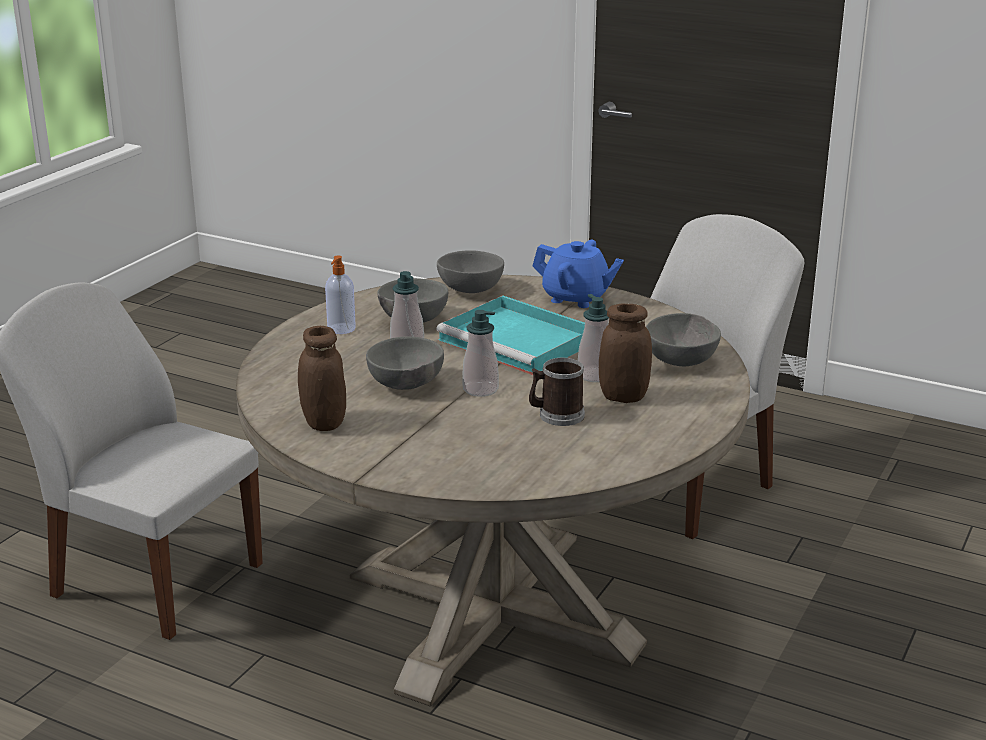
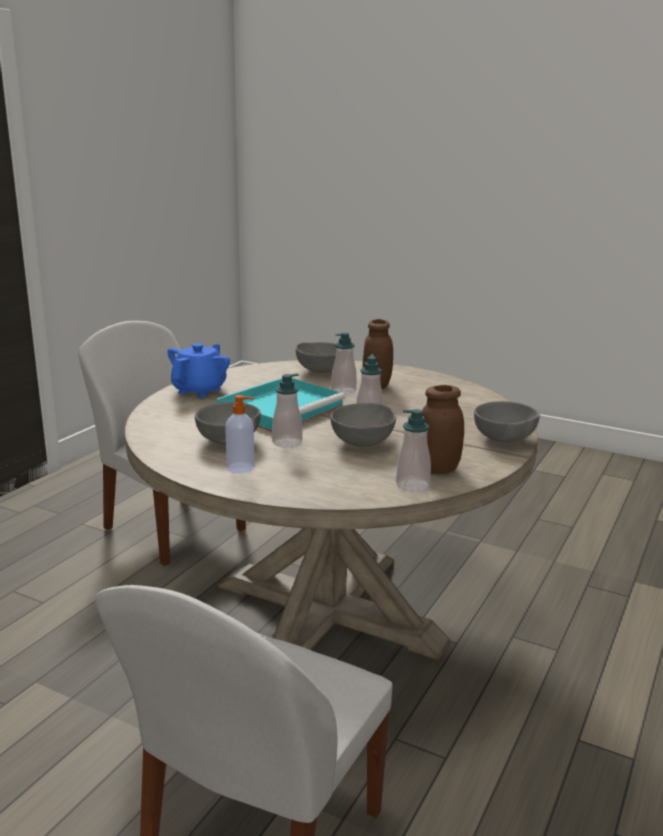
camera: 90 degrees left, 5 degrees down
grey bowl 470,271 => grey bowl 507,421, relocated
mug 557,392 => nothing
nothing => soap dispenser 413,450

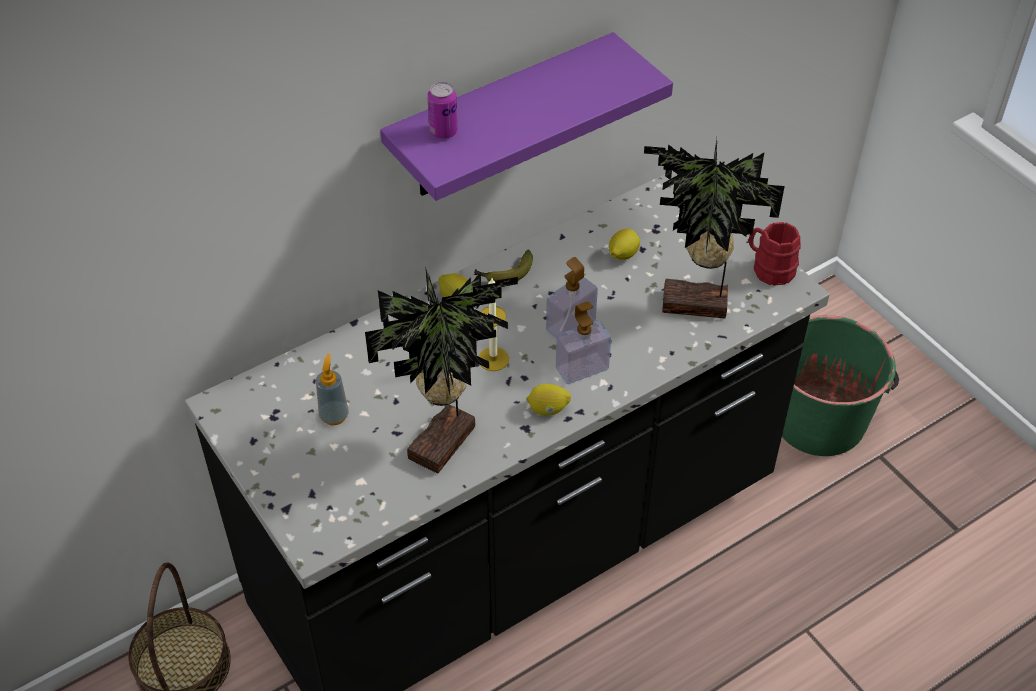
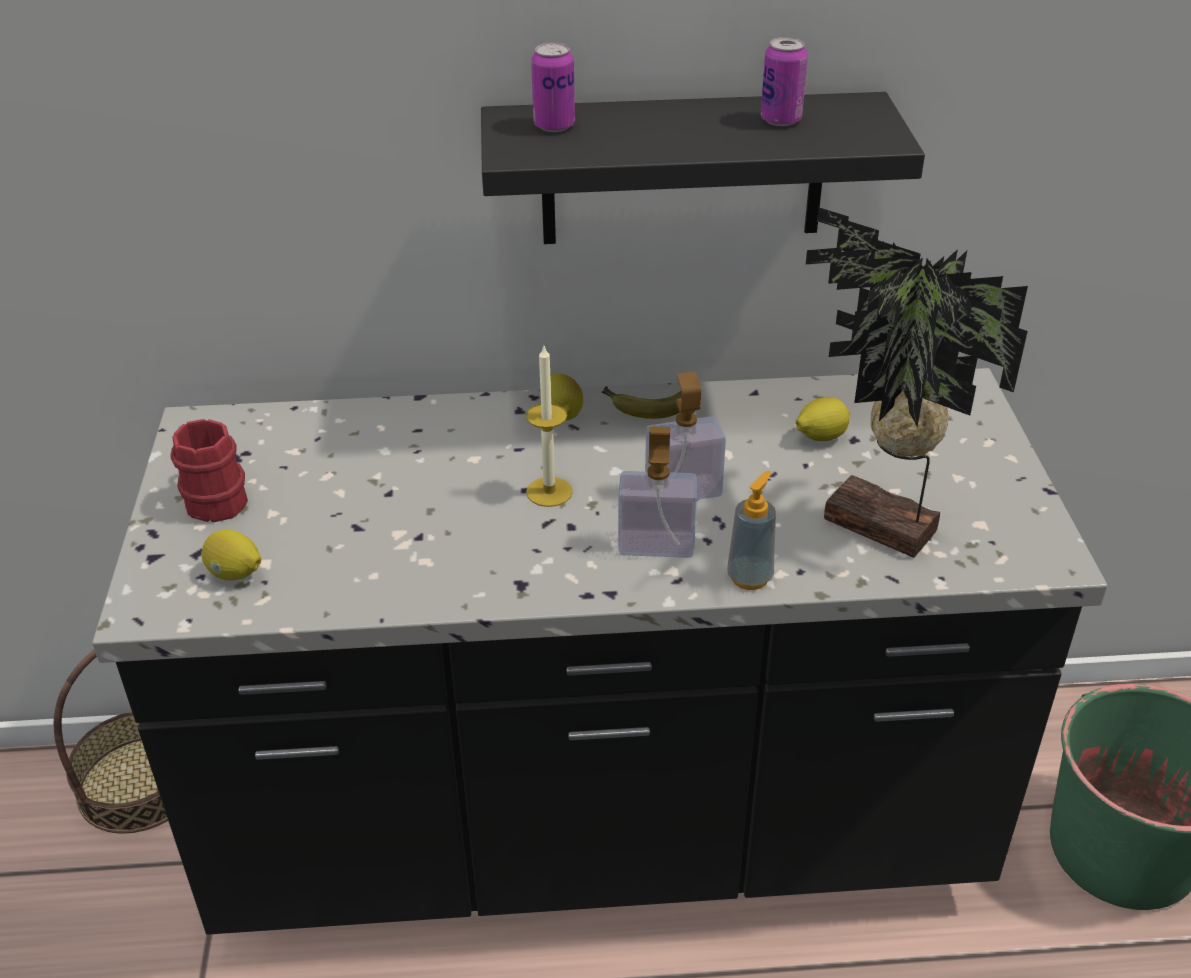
camera: 30 degrees right, 10 degrees down
purple shelf 526,116 => black shelf 703,168
red mug 775,254 => red mug 209,470, relocated
potted plant 441,370 => nothing
soap dispenser 332,389 => soap dispenser 751,530, relocated
lemon 549,400 => lemon 231,555, relocated
nothing => can 784,81

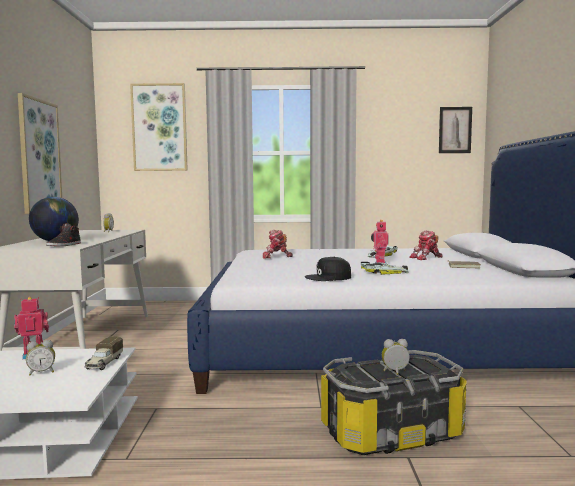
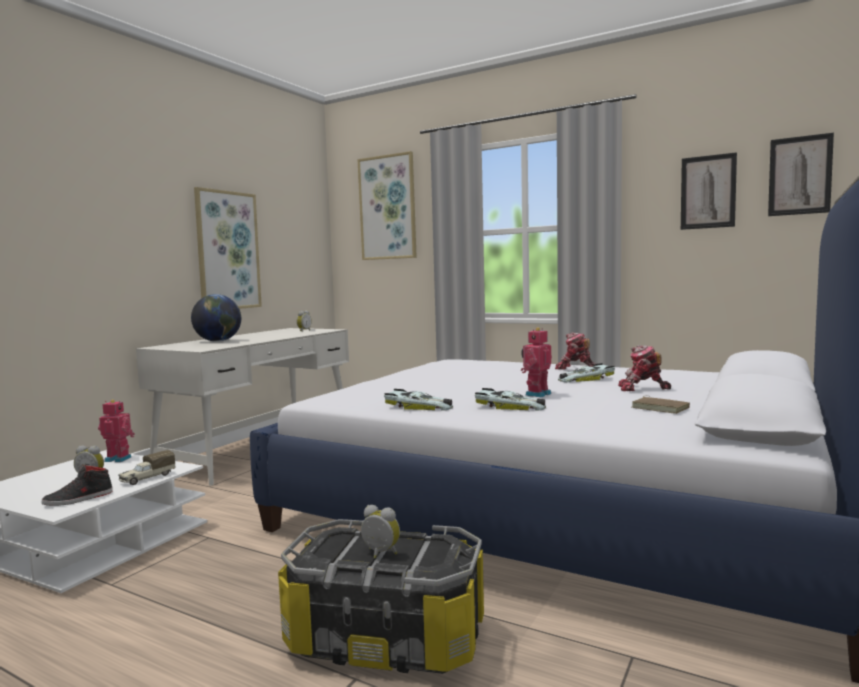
camera: 30 degrees right, 0 degrees up
black shoe 63,234 => black shoe 76,485, relocated
toy robot 278,244 => toy robot 575,351, relocated
black cap 328,269 => toy car 418,400
nothing => picture 709,191

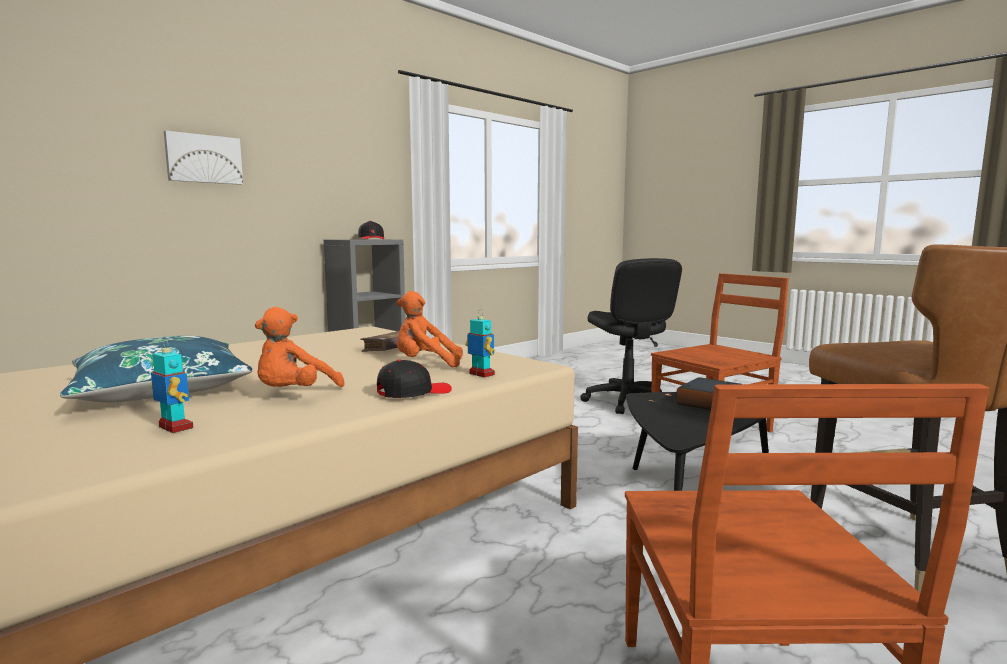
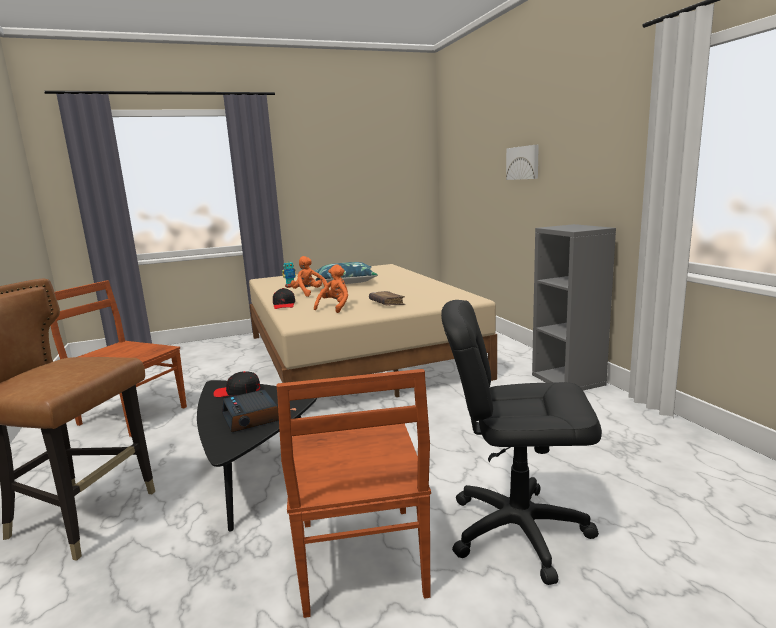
camera: 115 degrees right, 5 degrees up
black cap 371,230 => black cap 236,384, relocated
toy robot 480,343 => nothing

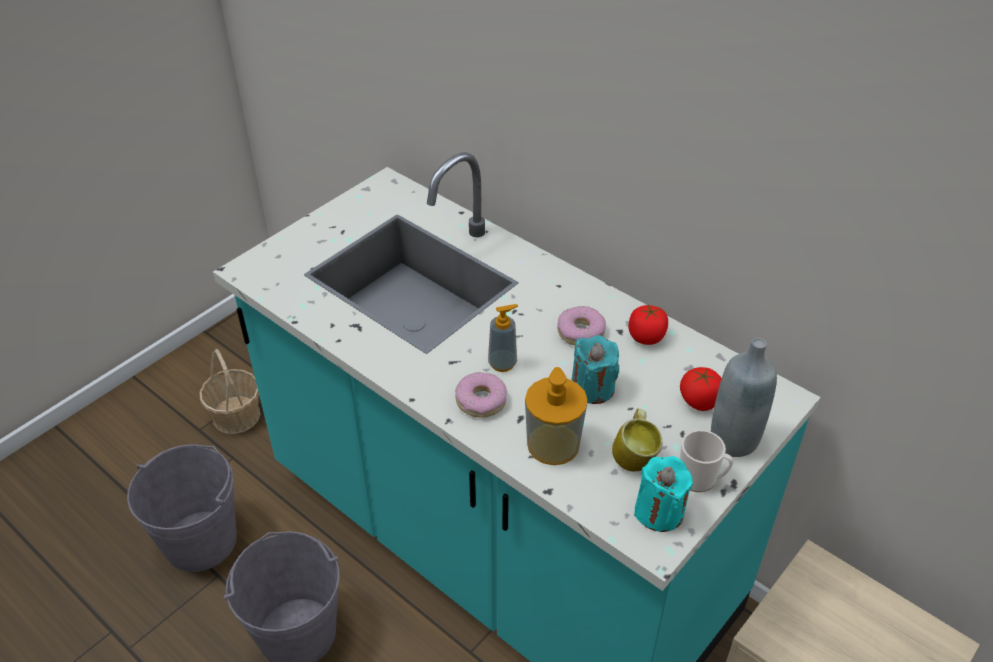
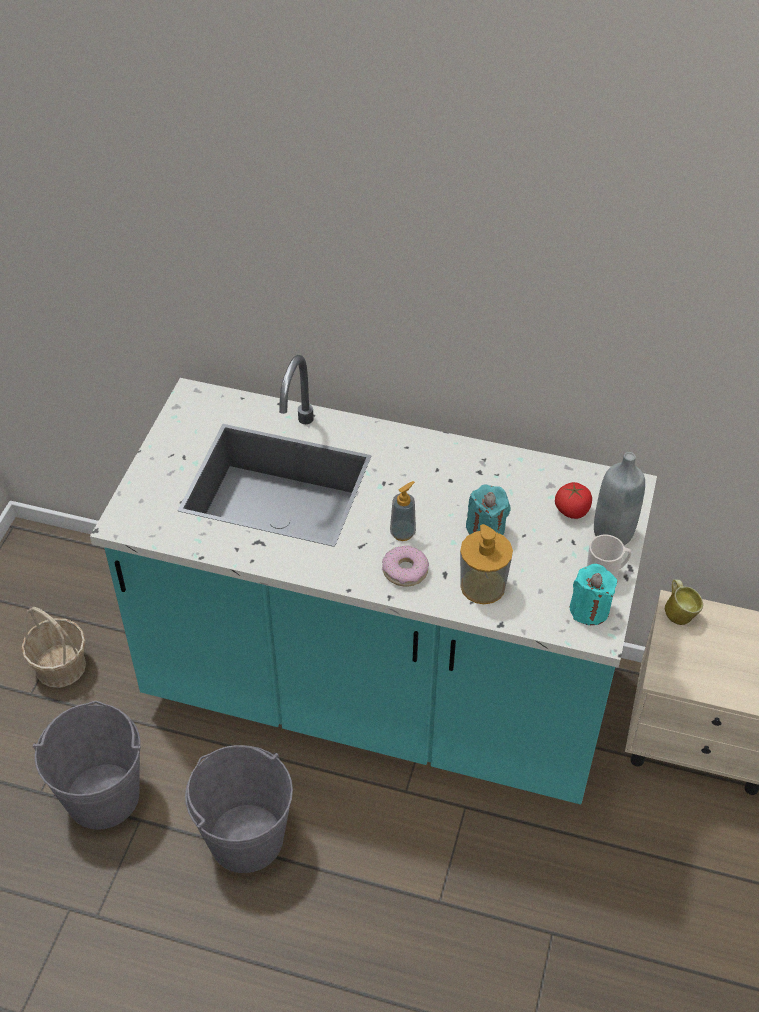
camera: 25 degrees left, 5 degrees up
tomato 648,325 => nothing
donut 581,325 => nothing
mug 637,440 => mug 684,602, relocated

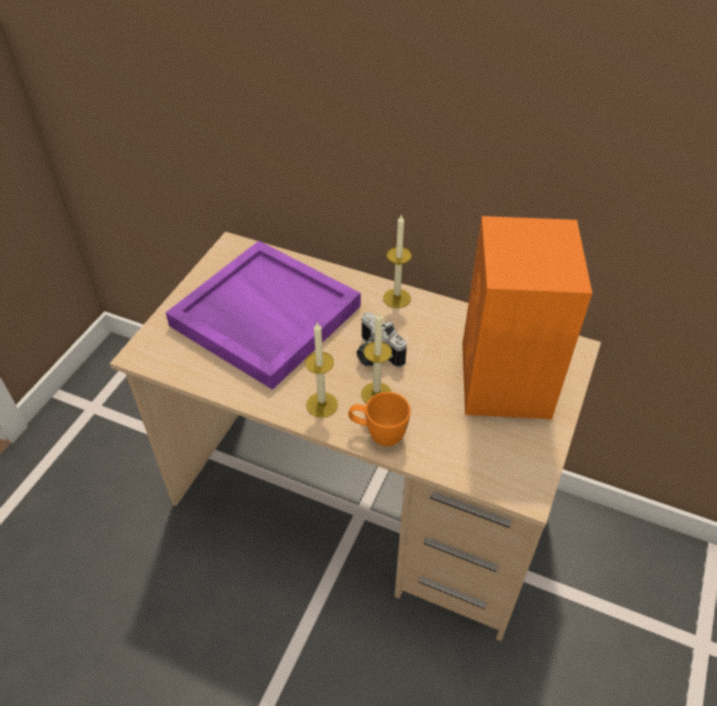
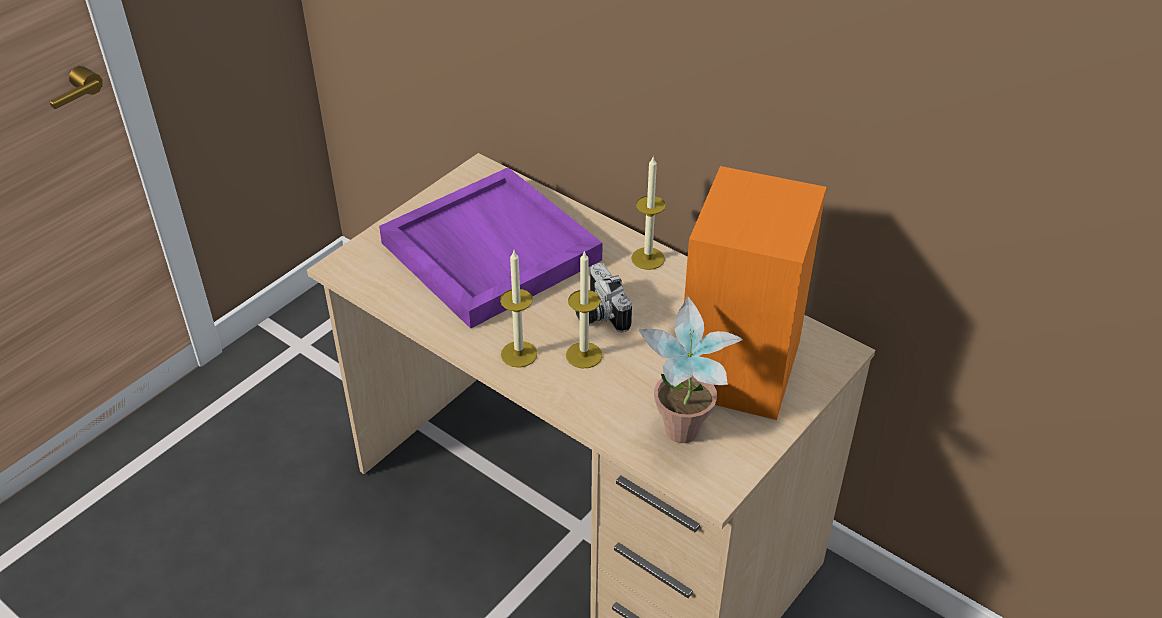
camera: 15 degrees right, 5 degrees down
orange mug 379,419 => nothing
nothing => potted plant 690,369

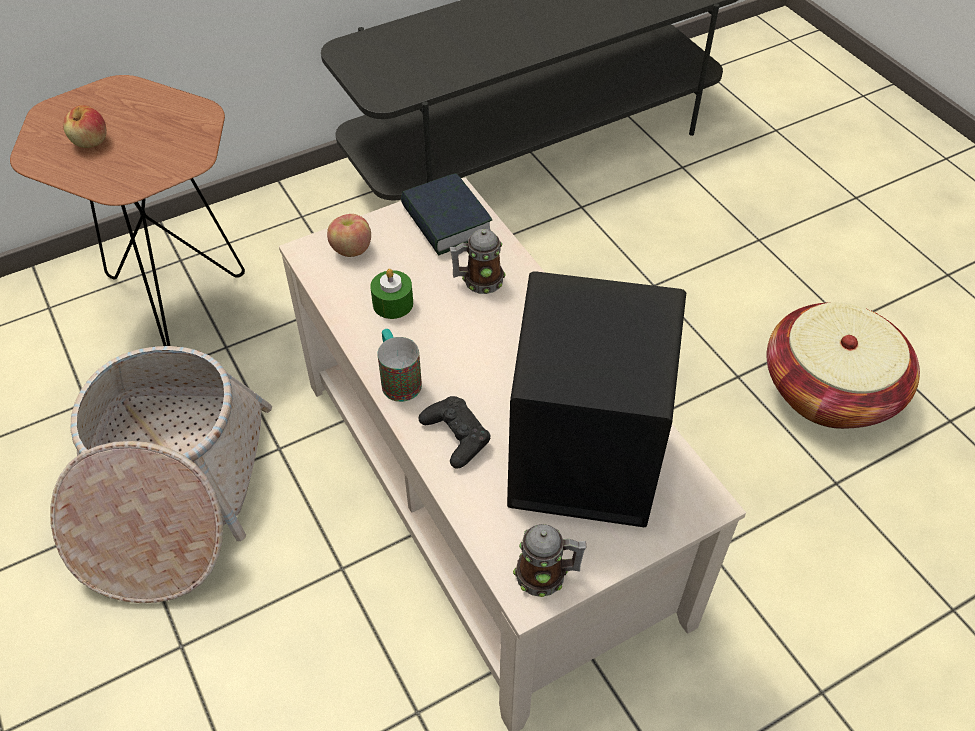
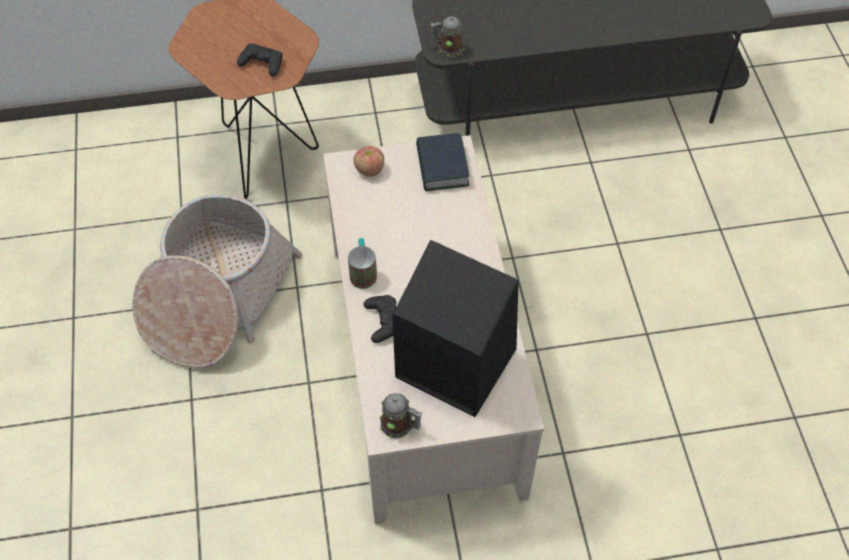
camera: 20 degrees right, 5 degrees up
apple 85,126 => nothing
mug 477,261 => mug 447,37, relocated
green candle 391,294 => nothing
basket 843,365 => nothing
nothing => black game controller 259,59

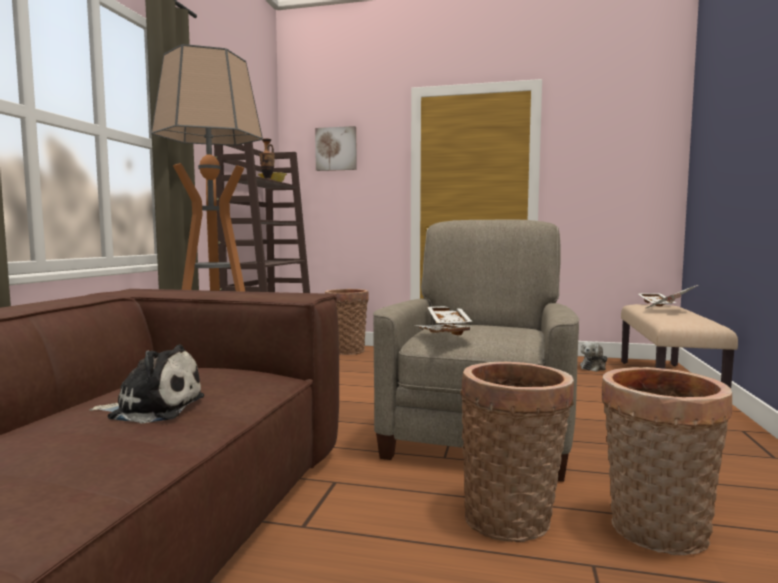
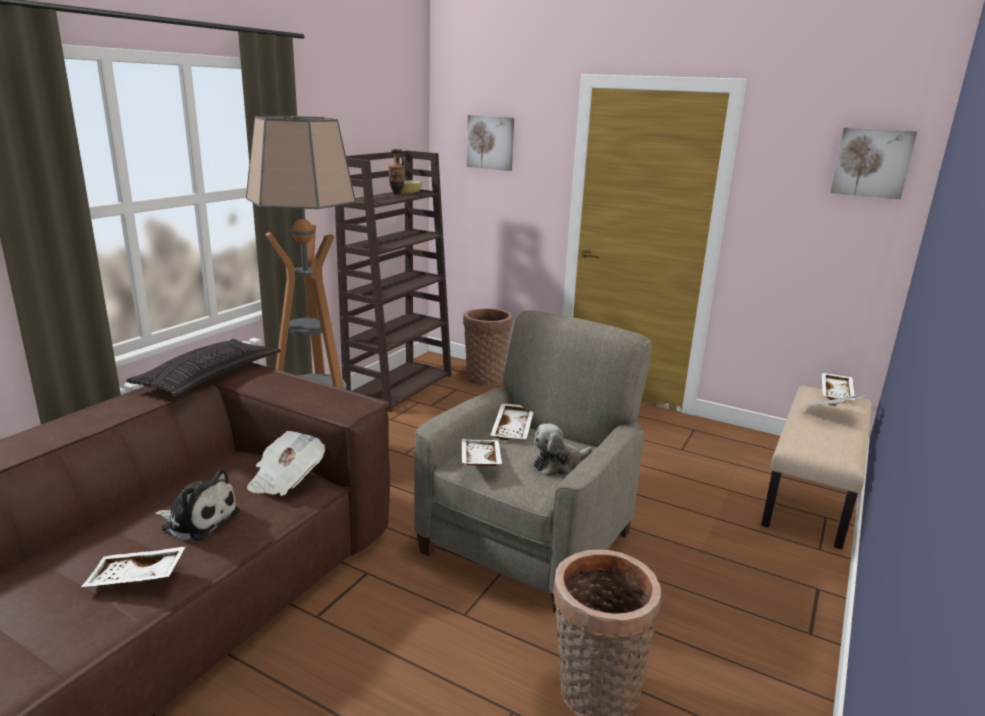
camera: 15 degrees right, 15 degrees up
plush toy 593,356 => plush toy 563,450, relocated
basket 517,452 => nothing
nothing => picture 873,163
nothing => pillow 203,368
nothing => newspaper 286,463
nothing => white tray 133,566

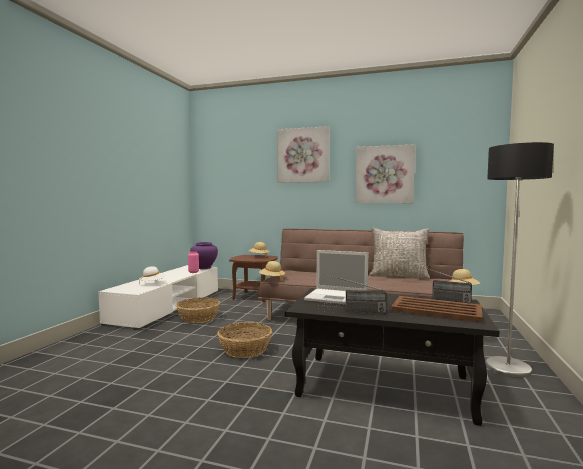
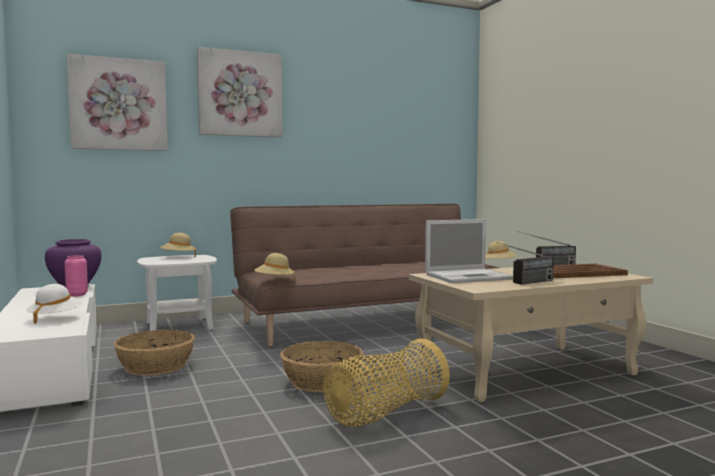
camera: 40 degrees left, 0 degrees up
floor lamp 519,260 => nothing
picture 385,173 => picture 117,102, relocated
grey pillow 399,253 => nothing
brown side table 253,279 => white side table 177,293
black coffee table 392,357 => beige coffee table 531,334
nothing => basket 386,383

